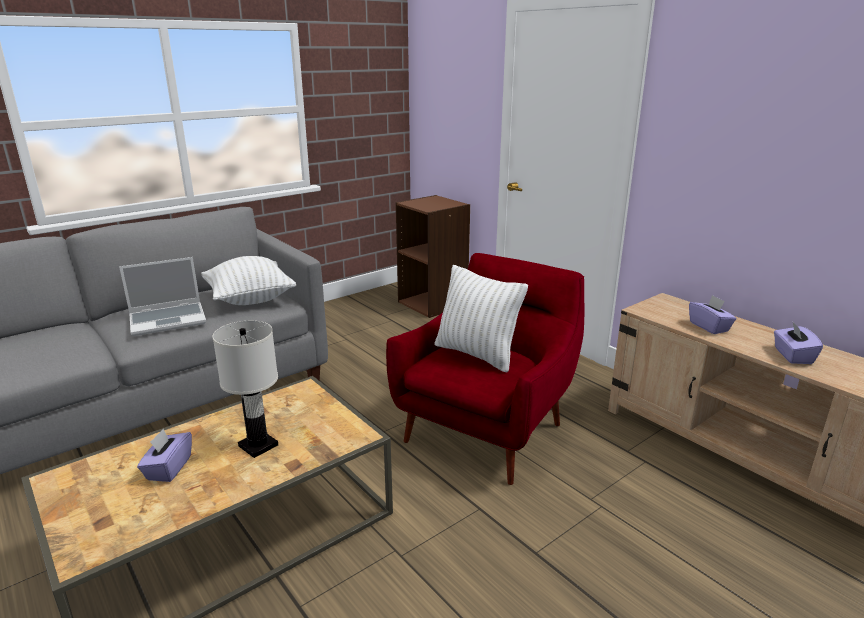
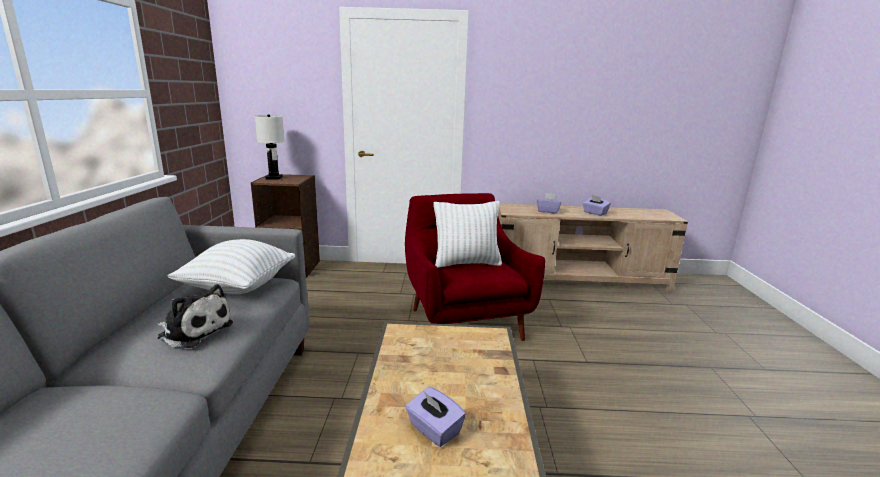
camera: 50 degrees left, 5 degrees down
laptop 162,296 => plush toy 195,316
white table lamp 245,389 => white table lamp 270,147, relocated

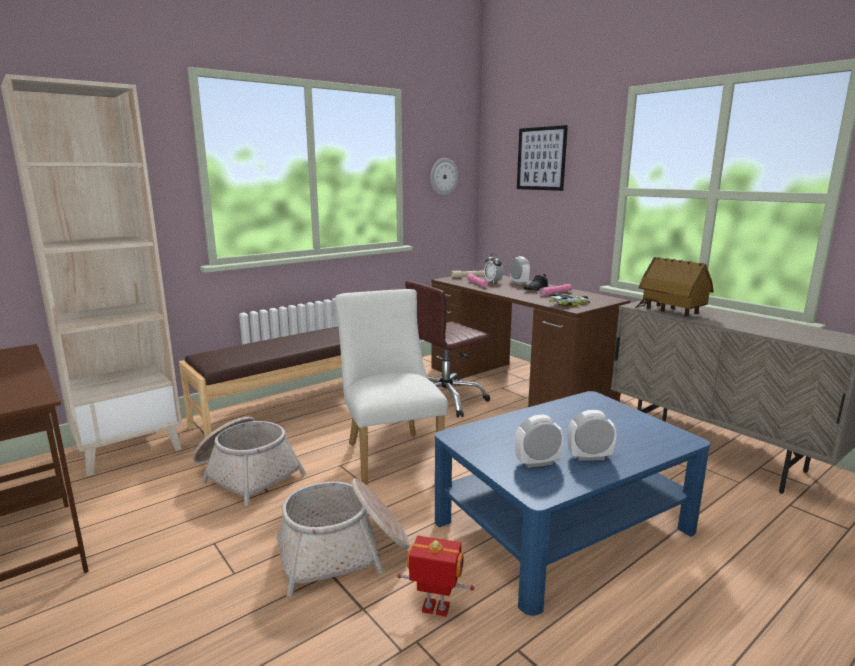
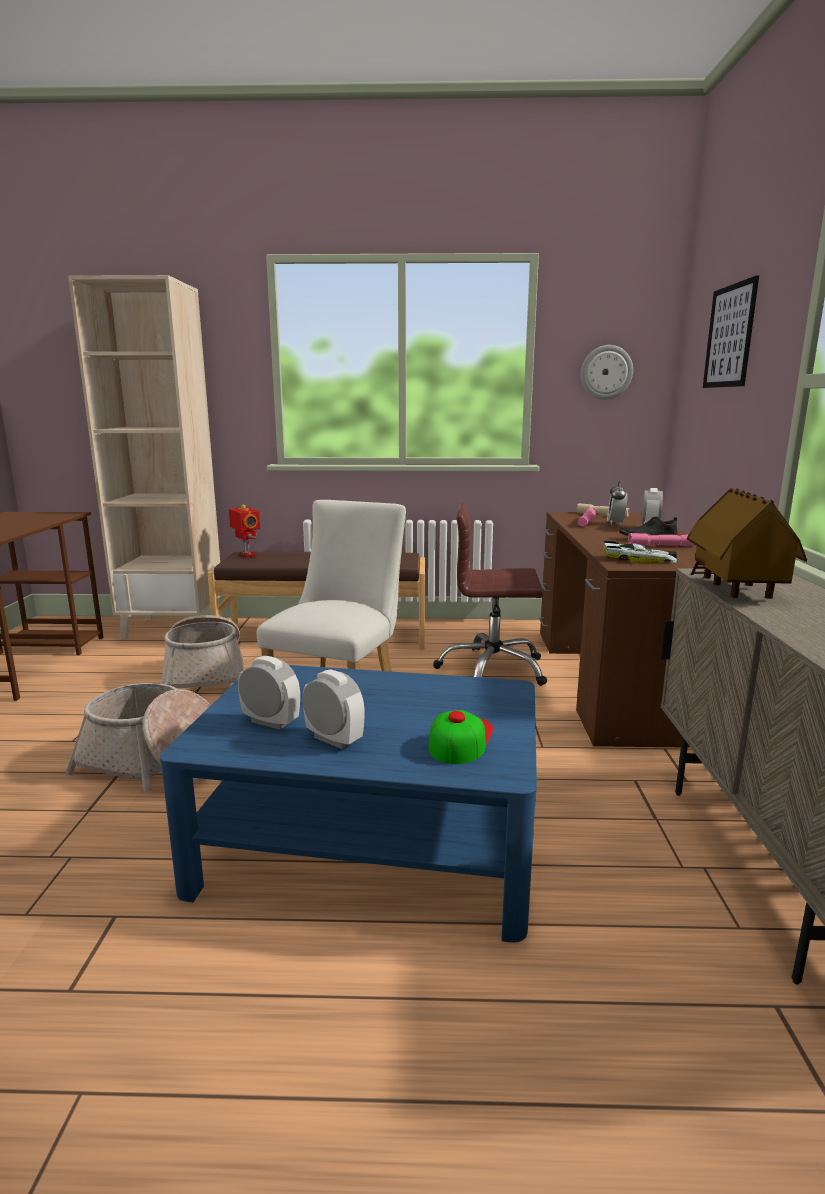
camera: 40 degrees right, 0 degrees up
toy robot 435,576 => toy robot 244,531, relocated
nothing => cap 460,737

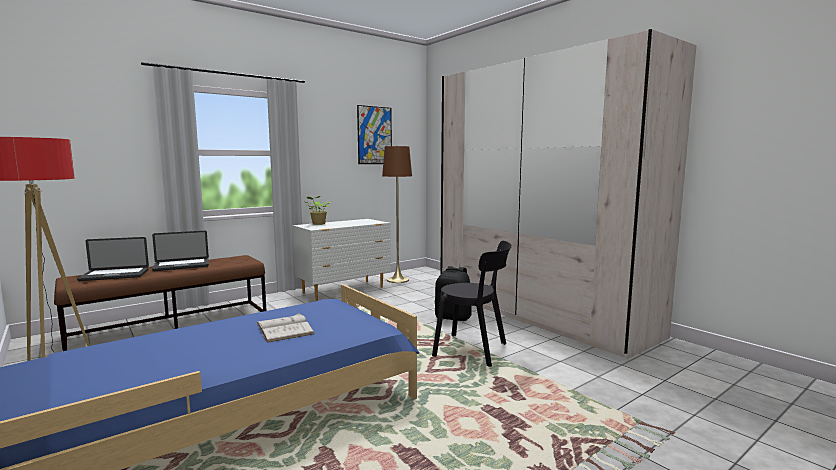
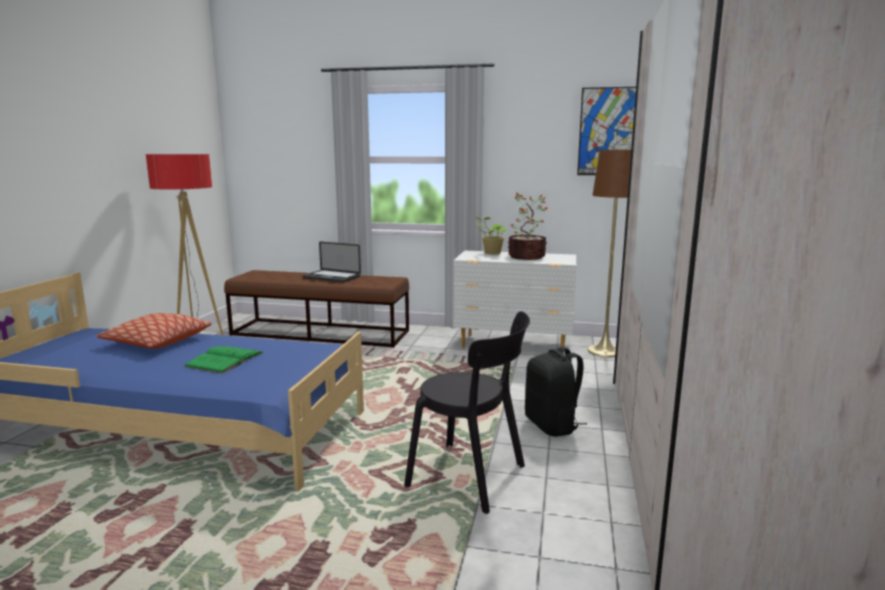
camera: 50 degrees right, 5 degrees up
laptop 113,259 => nothing
black chair 472,304 => black chair 467,412, 45 degrees counterclockwise
white book 286,327 => green book 224,360
nothing => potted plant 528,226
nothing => pillow 154,331

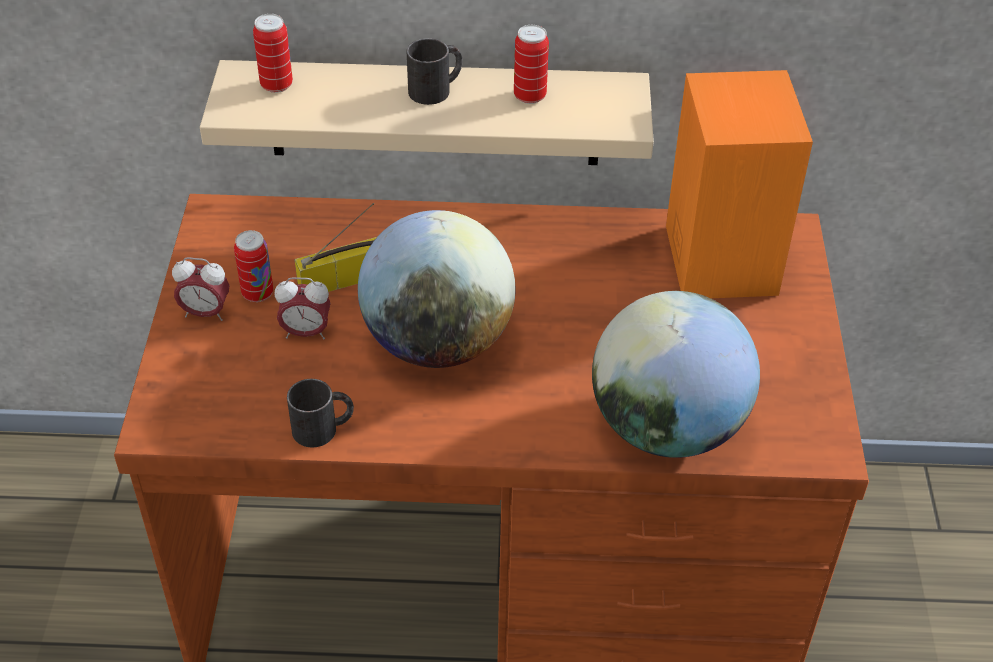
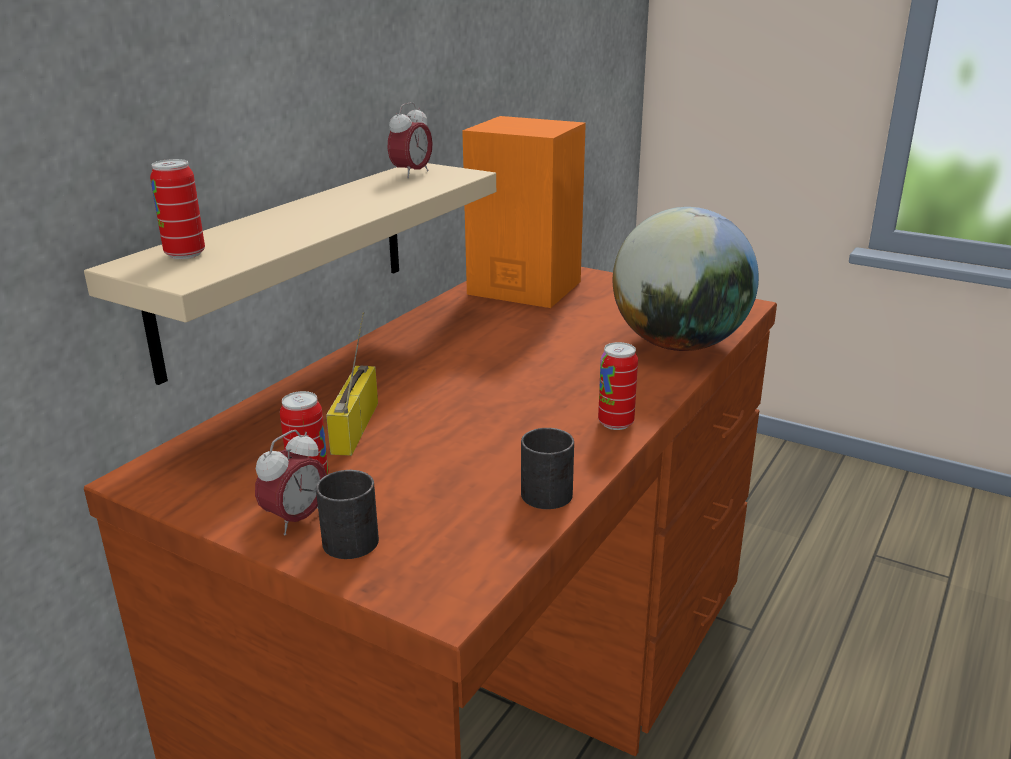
camera: 60 degrees left, 20 degrees down
can 531,64 => can 618,386, relocated
black mug 435,71 => black mug 347,514, relocated
globe 437,289 => nothing
alarm clock 302,308 => alarm clock 410,140, relocated

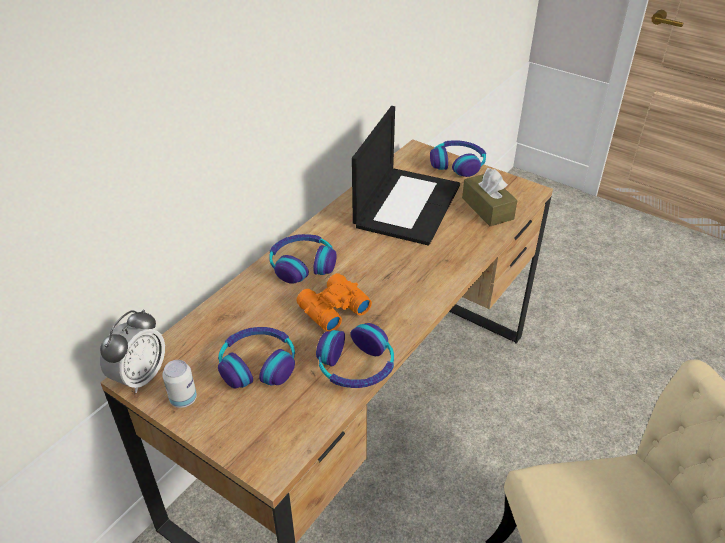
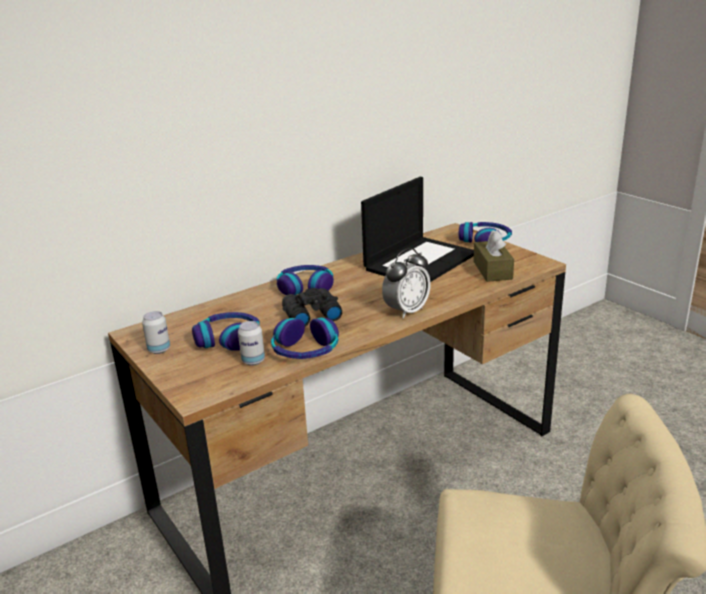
camera: 20 degrees right, 15 degrees down
orange binoculars 334,302 => black binoculars 312,307
alarm clock 132,351 => alarm clock 406,283, relocated
nothing => can 251,343

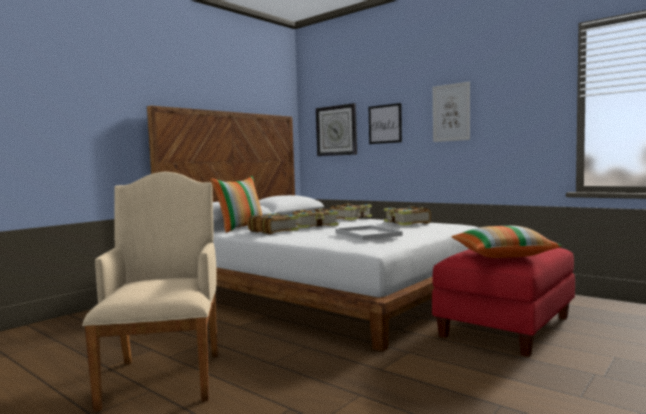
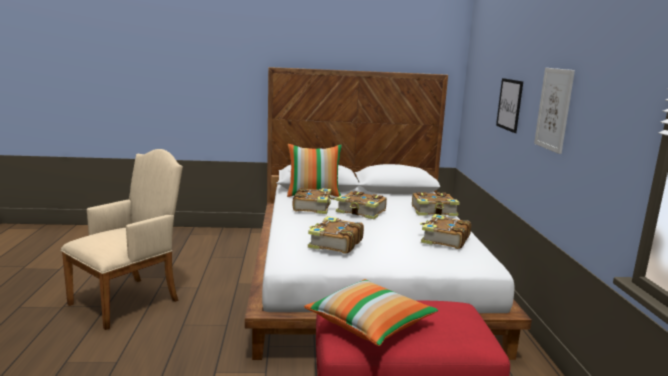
camera: 45 degrees right, 10 degrees up
wall clock 336,129 => nothing
white tray 369,232 => book 336,235

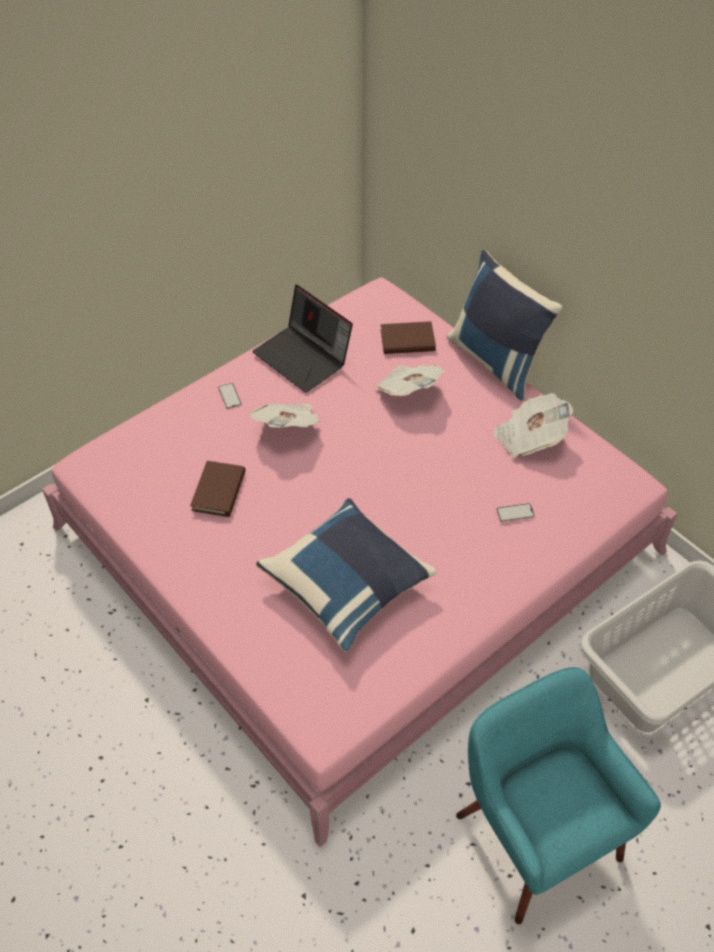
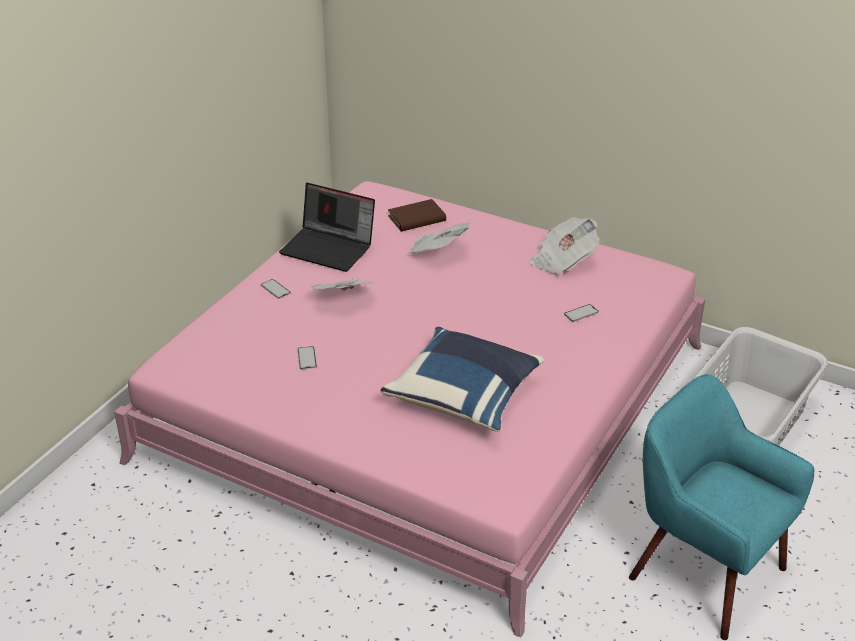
camera: 20 degrees left, 15 degrees down
blue pillow 505,325 => nothing
brown book 218,489 => phone 307,357

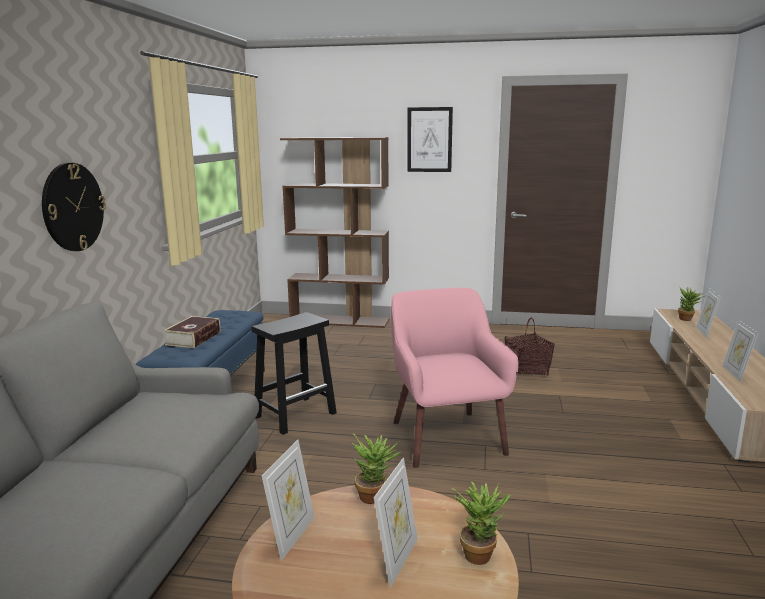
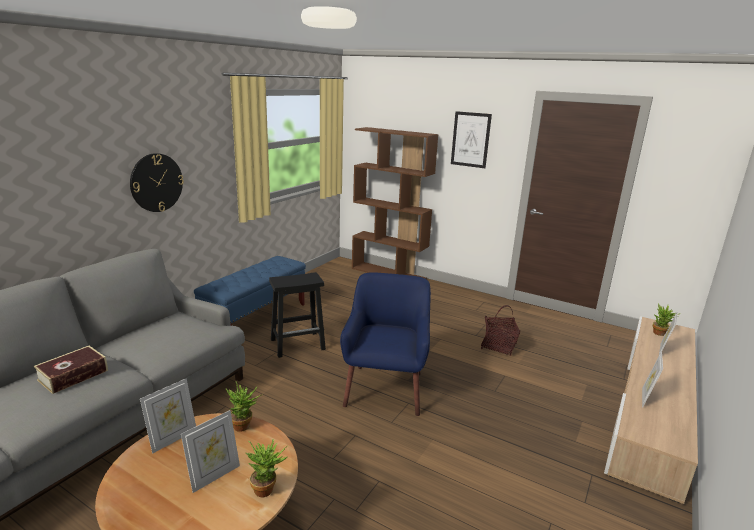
camera: 20 degrees right, 5 degrees up
pink armchair 455,378 => blue armchair 385,344
book 192,332 => book 71,370, relocated

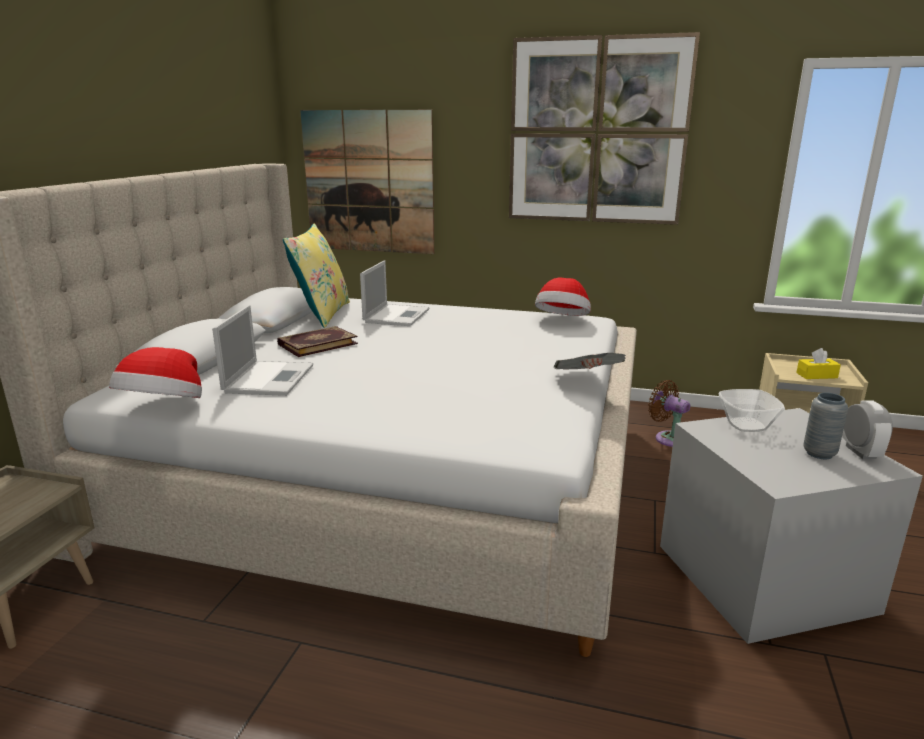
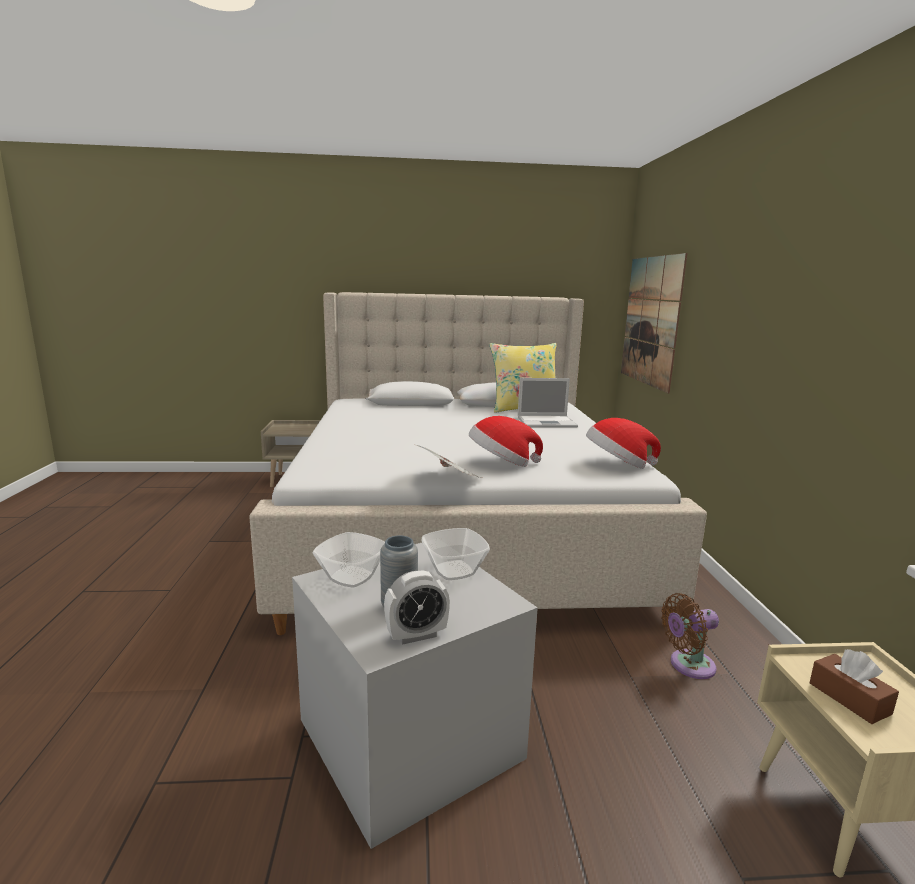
camera: 70 degrees right, 5 degrees down
picture 604,128 => nothing
laptop 262,350 => nothing
book 317,341 => nothing
hat 155,372 => hat 506,441, relocated
yellow tissue box 818,363 => brown tissue box 854,686
brown fan 669,413 => brown fan 690,636, 135 degrees counterclockwise
nothing => bowl 349,559

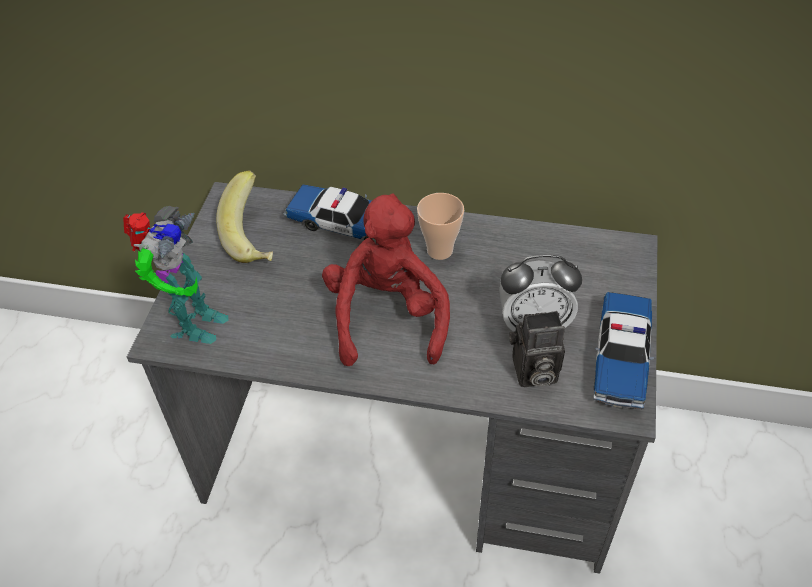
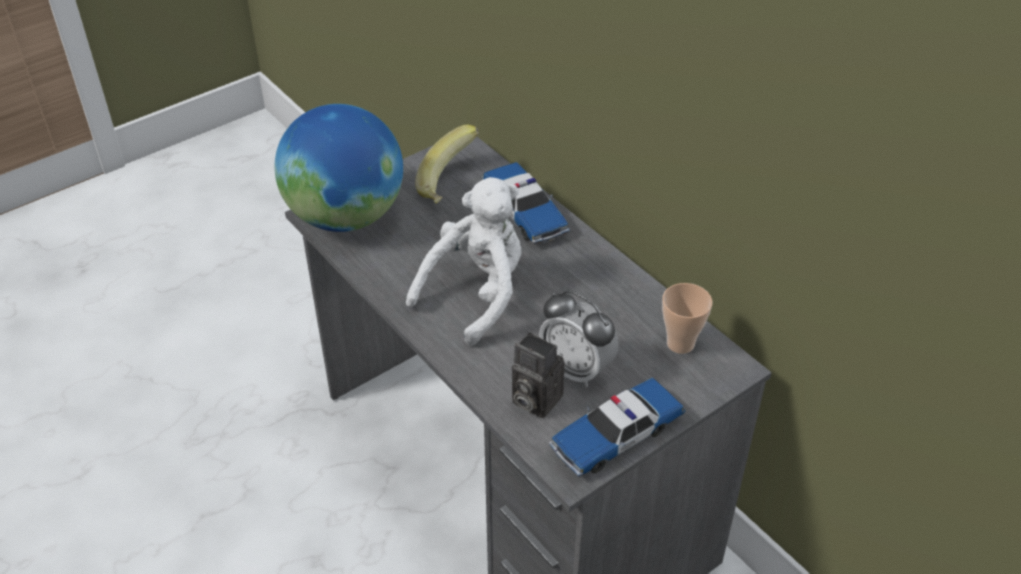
camera: 40 degrees right, 5 degrees down
red plush toy 386,279 => white plush toy 464,261
cup 440,226 => cup 687,318, relocated
toy robot 175,275 => globe 338,168

